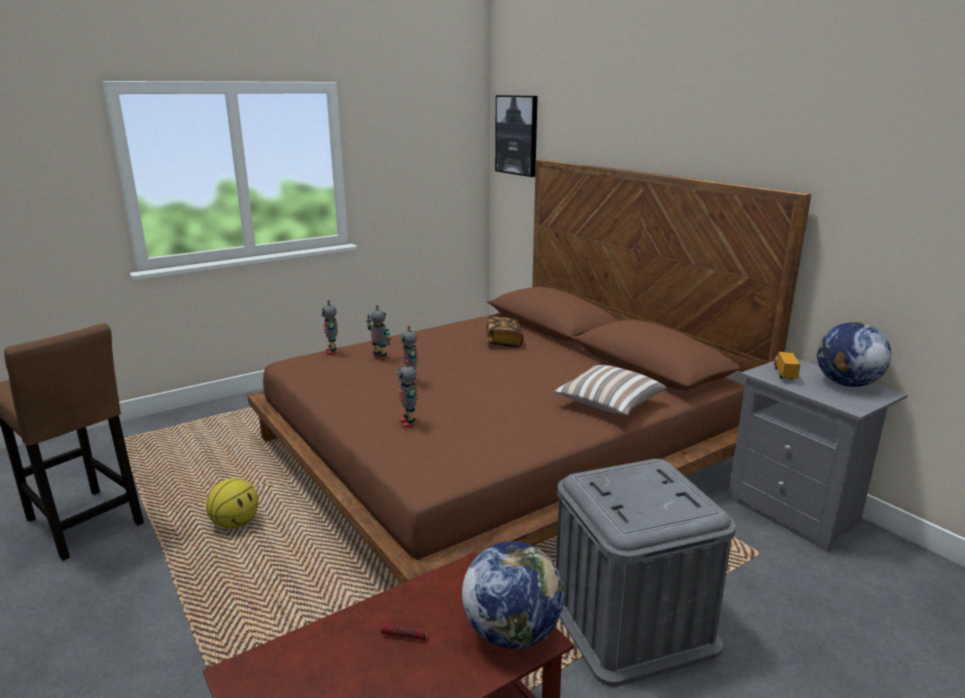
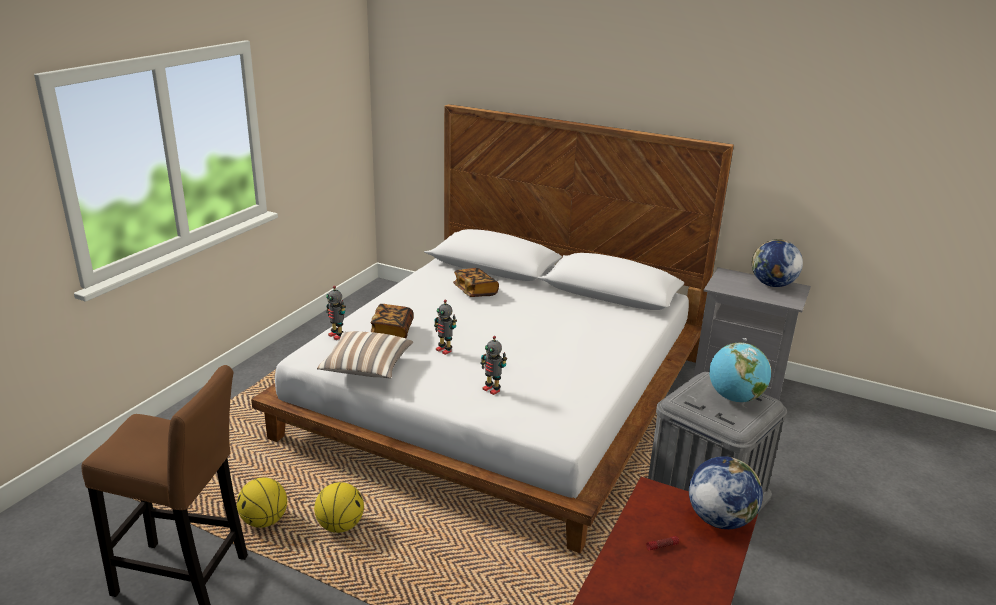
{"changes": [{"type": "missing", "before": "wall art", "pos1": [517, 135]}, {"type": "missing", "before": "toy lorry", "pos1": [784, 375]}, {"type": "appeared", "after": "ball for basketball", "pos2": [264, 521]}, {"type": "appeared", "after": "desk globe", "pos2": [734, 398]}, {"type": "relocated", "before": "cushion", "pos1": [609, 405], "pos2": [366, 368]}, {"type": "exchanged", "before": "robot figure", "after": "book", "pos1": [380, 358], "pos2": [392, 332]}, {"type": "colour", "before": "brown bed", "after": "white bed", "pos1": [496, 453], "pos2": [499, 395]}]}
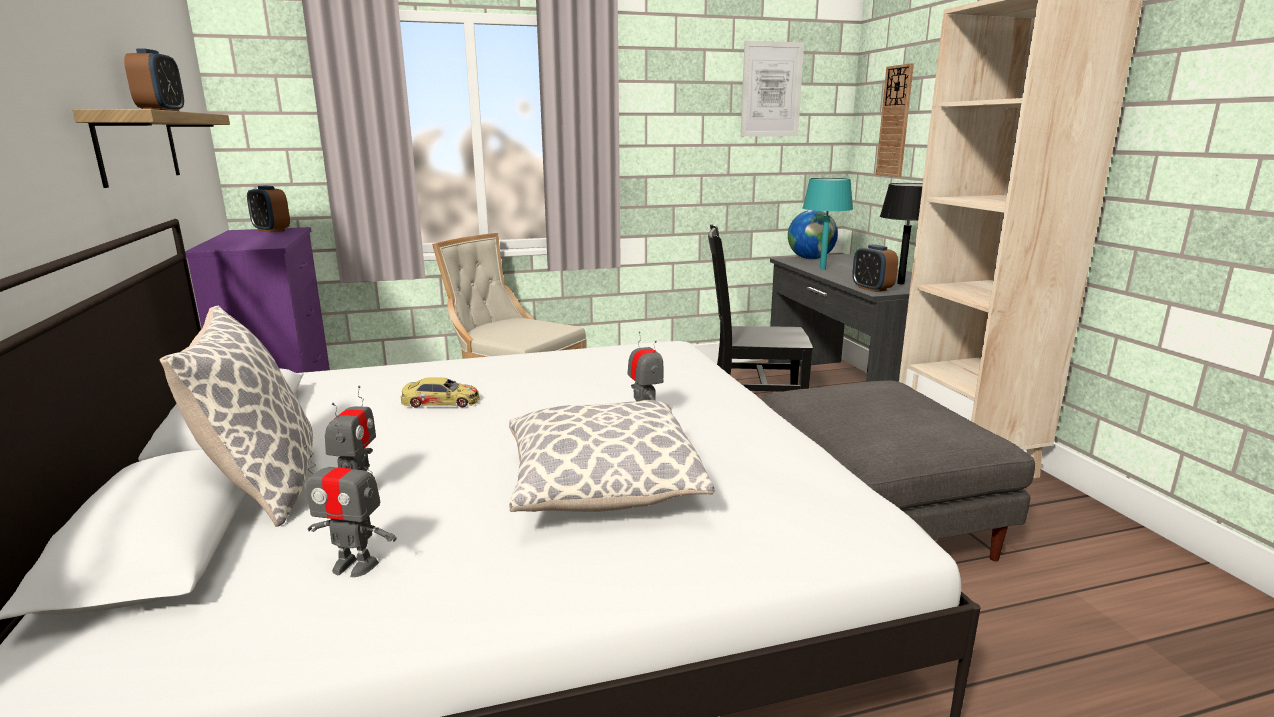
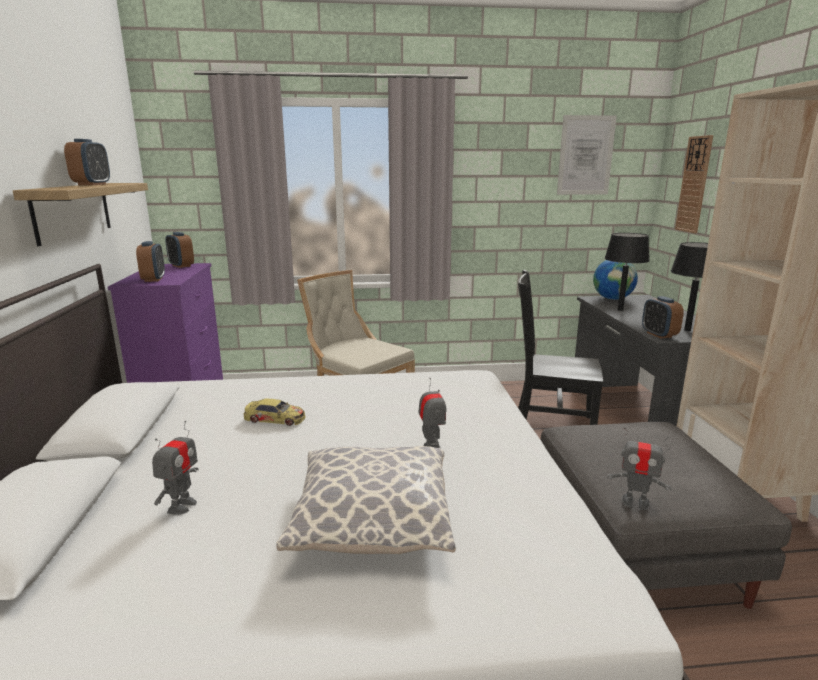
{"changes": [{"type": "missing", "before": "cushion", "pos1": [264, 485]}, {"type": "appeared", "after": "table clock", "pos2": [153, 279]}, {"type": "relocated", "before": "robot figure", "pos1": [354, 565], "pos2": [635, 502]}, {"type": "colour", "before": "turquoise lamp for a table", "after": "black-coloured lamp for a table", "pos1": [822, 268], "pos2": [620, 310]}]}
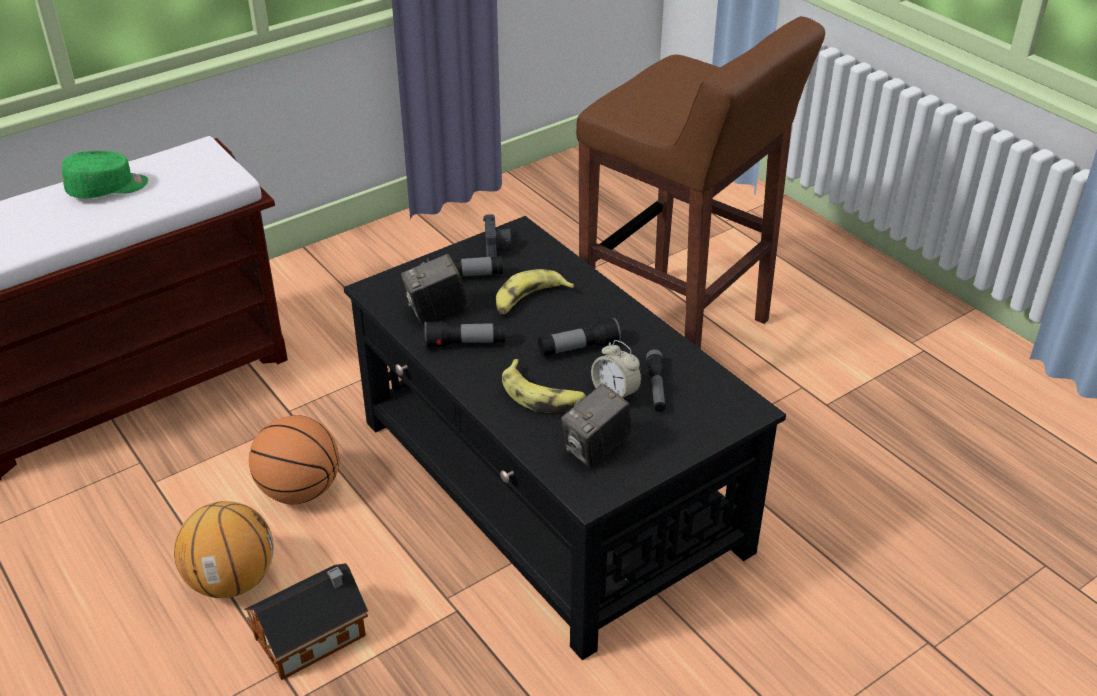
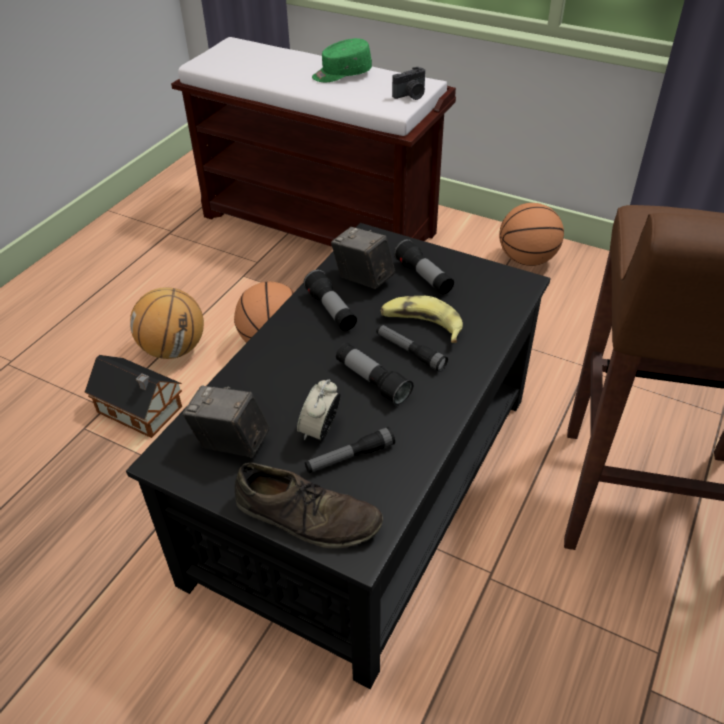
{"changes": [{"type": "missing", "before": "banana", "pos1": [542, 395]}, {"type": "appeared", "after": "brown item of footwear", "pos2": [307, 516]}, {"type": "appeared", "after": "torch", "pos2": [410, 352]}, {"type": "appeared", "after": "ball for basketball", "pos2": [527, 259]}, {"type": "relocated", "before": "photo camera", "pos1": [497, 247], "pos2": [411, 95]}, {"type": "spun", "before": "green-coloured baseball cap", "pos1": [108, 188], "pos2": [341, 74], "turn": 120}]}
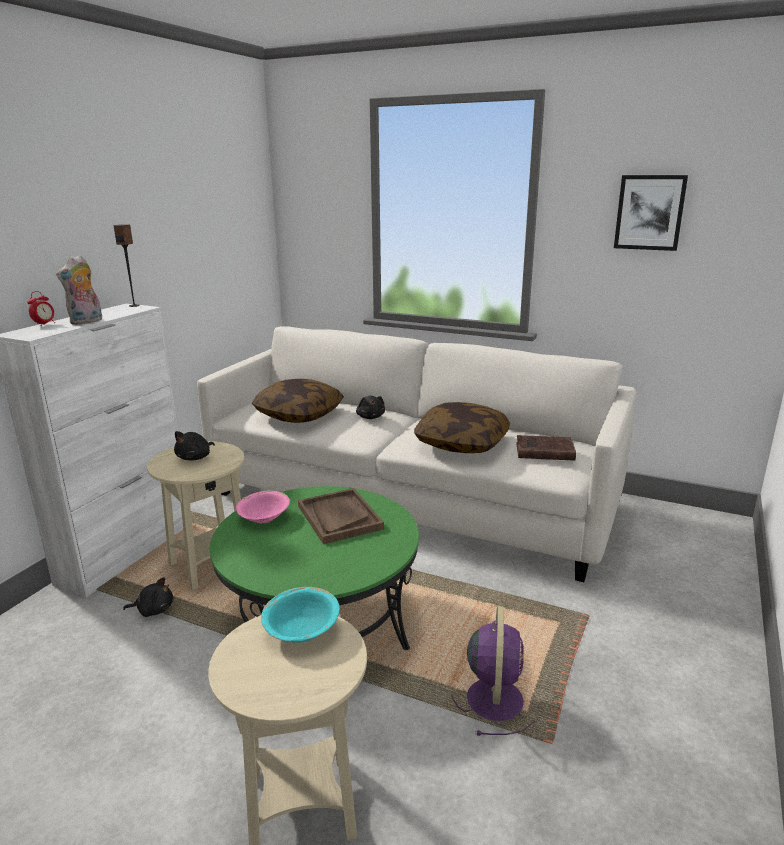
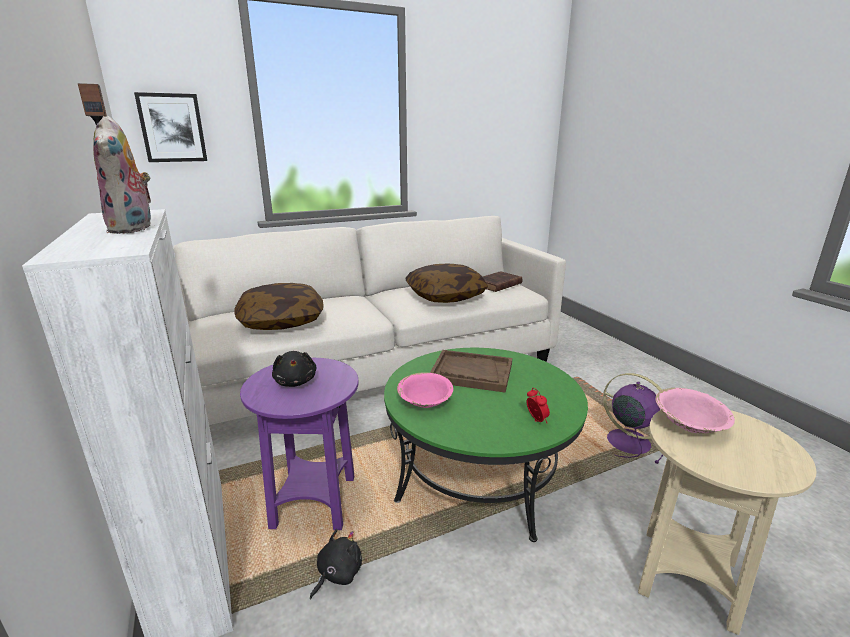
{"changes": [{"type": "missing", "before": "black-coloured soft toy", "pos1": [370, 417]}, {"type": "relocated", "before": "table clock", "pos1": [44, 324], "pos2": [536, 420]}, {"type": "relocated", "before": "wall art", "pos1": [649, 212], "pos2": [172, 128]}, {"type": "colour", "before": "sand-coloured side table", "after": "purple side table", "pos1": [210, 565], "pos2": [314, 502]}, {"type": "colour", "before": "turquoise bowl", "after": "pink bowl", "pos1": [301, 630], "pos2": [689, 425]}]}
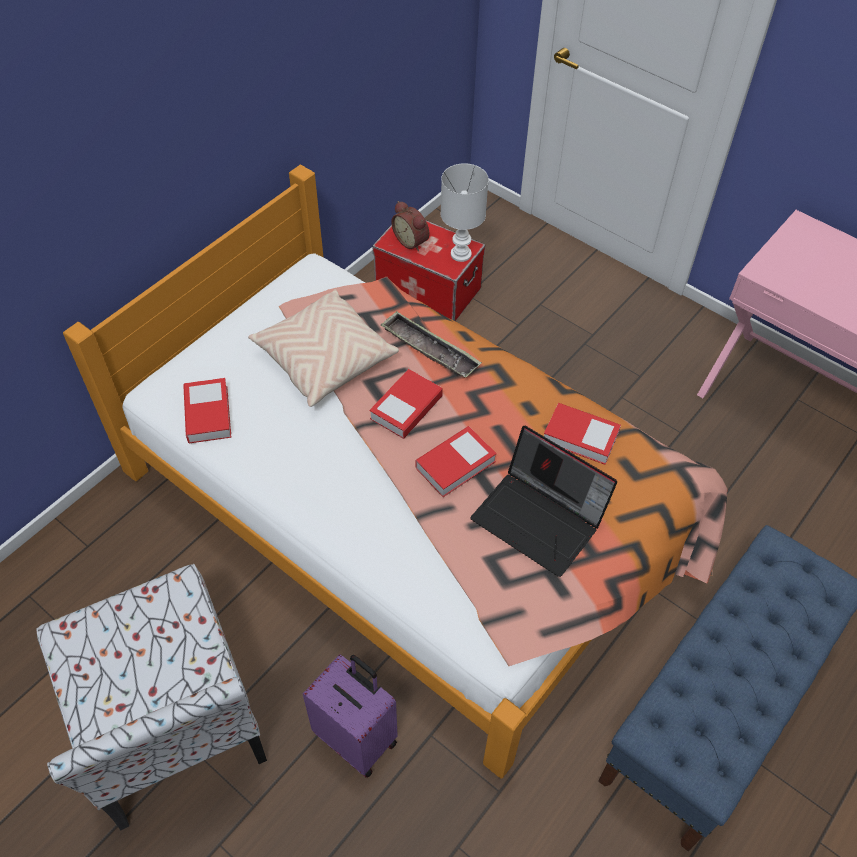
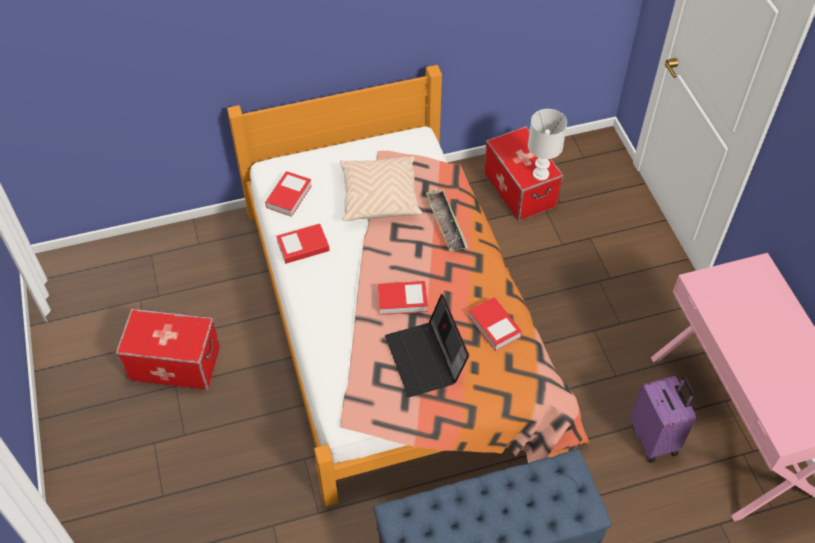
{"changes": [{"type": "missing", "before": "table clock", "pos1": [412, 241]}, {"type": "relocated", "before": "purple travel case", "pos1": [357, 737], "pos2": [654, 438]}, {"type": "relocated", "before": "book", "pos1": [406, 408], "pos2": [303, 246]}, {"type": "exchanged", "before": "chair", "after": "storage container", "pos1": [169, 720], "pos2": [174, 364]}]}
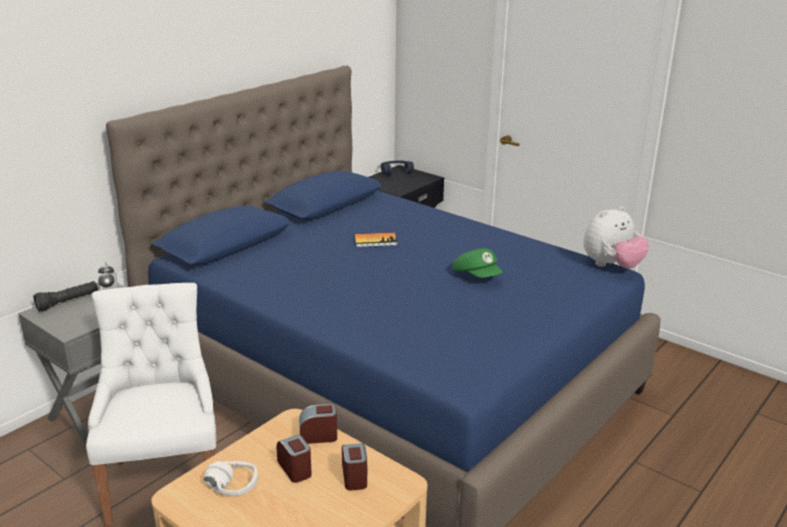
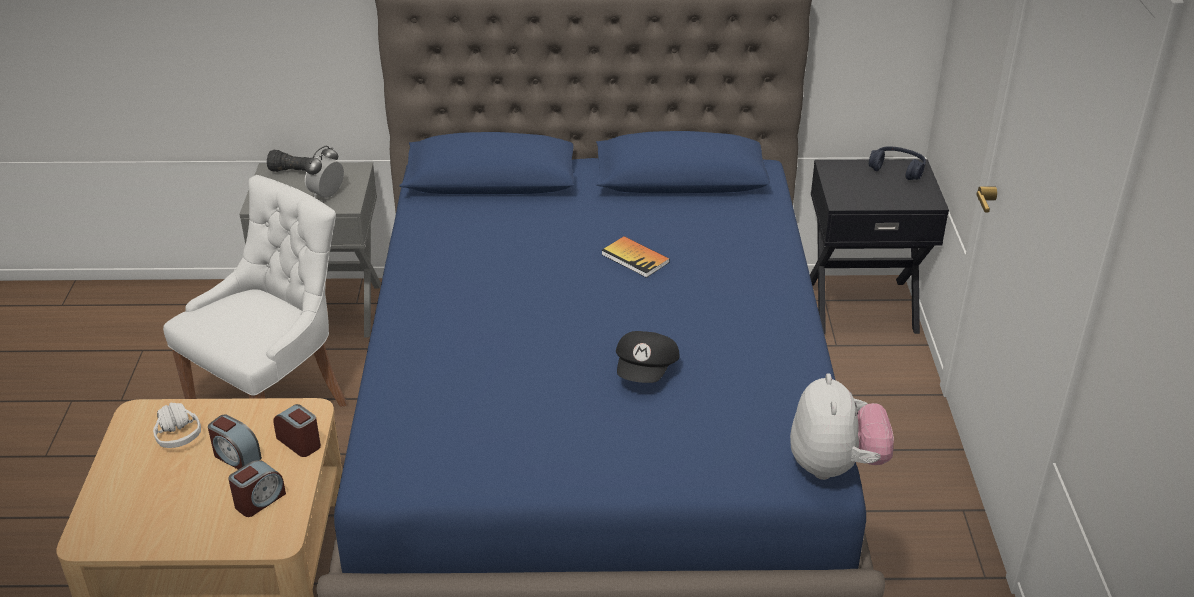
{"changes": [{"type": "colour", "before": "green-coloured baseball cap", "after": "black-coloured baseball cap", "pos1": [477, 276], "pos2": [646, 371]}, {"type": "spun", "before": "table clock", "pos1": [295, 469], "pos2": [236, 457], "turn": 105}, {"type": "spun", "before": "soft toy", "pos1": [611, 266], "pos2": [835, 466], "turn": -105}]}
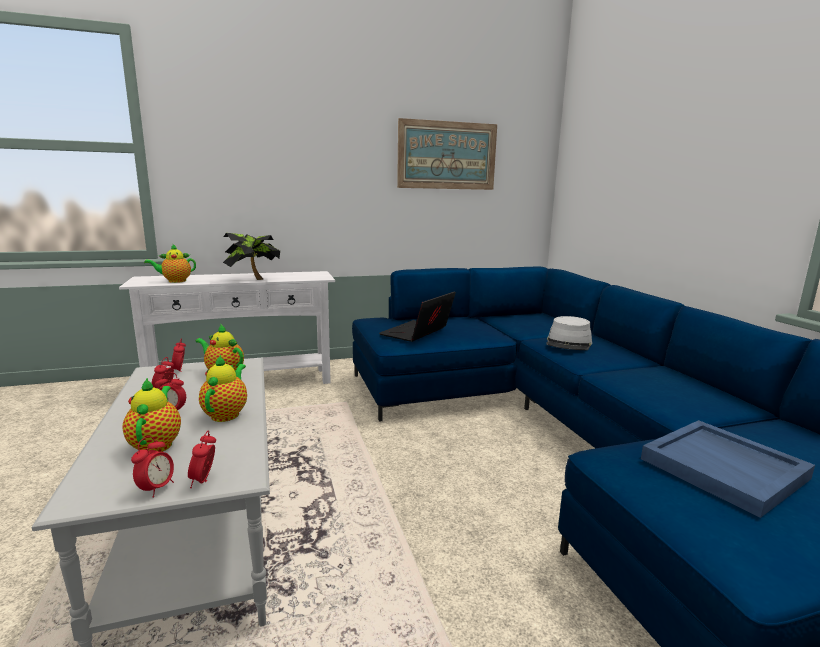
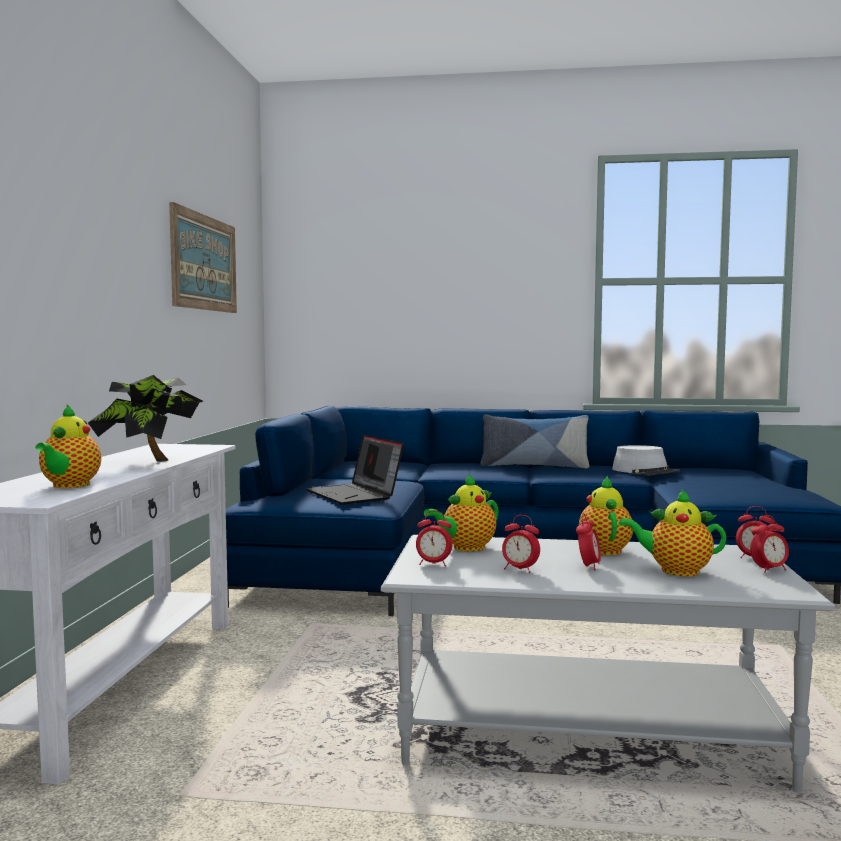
{"changes": [{"type": "missing", "before": "blue carrying tray", "pos1": [725, 468]}, {"type": "appeared", "after": "cushion", "pos2": [534, 466]}, {"type": "relocated", "before": "grey wearable hat", "pos1": [569, 343], "pos2": [645, 471]}, {"type": "spun", "before": "table clock", "pos1": [156, 489], "pos2": [768, 570], "turn": 120}, {"type": "spun", "before": "teapot", "pos1": [227, 414], "pos2": [604, 550], "turn": 60}]}
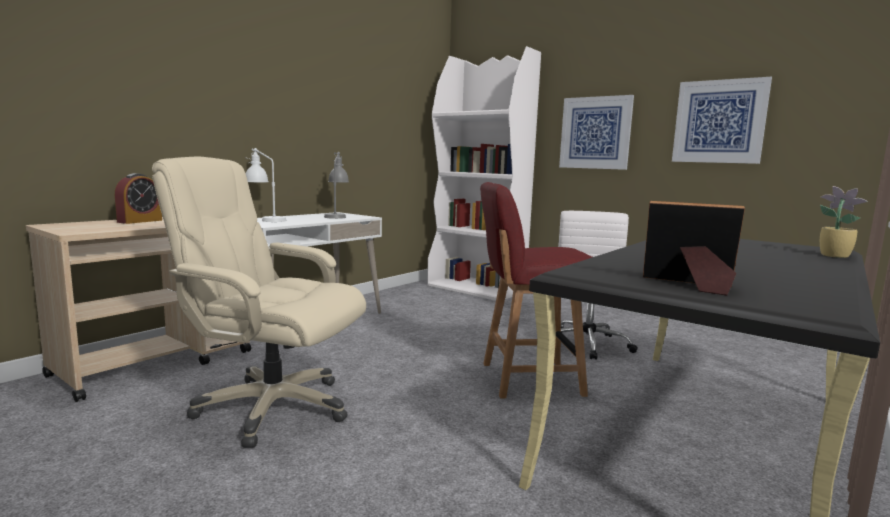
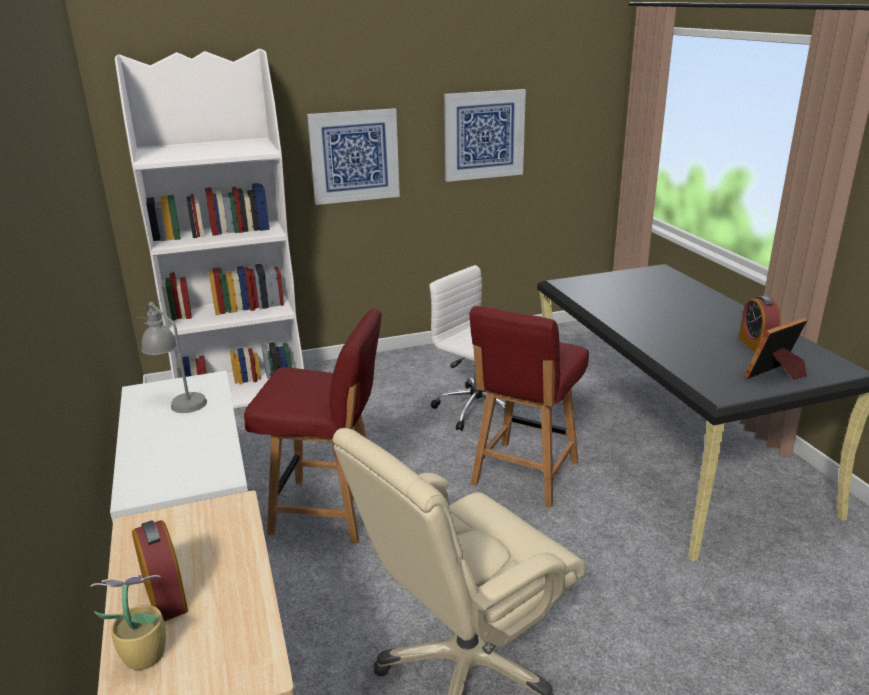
{"changes": [{"type": "missing", "before": "white lamp for a table", "pos1": [265, 220]}, {"type": "appeared", "after": "red-coloured chair", "pos2": [328, 510]}, {"type": "appeared", "after": "table clock", "pos2": [756, 345]}, {"type": "relocated", "before": "potted plant", "pos1": [833, 255], "pos2": [143, 655]}]}
